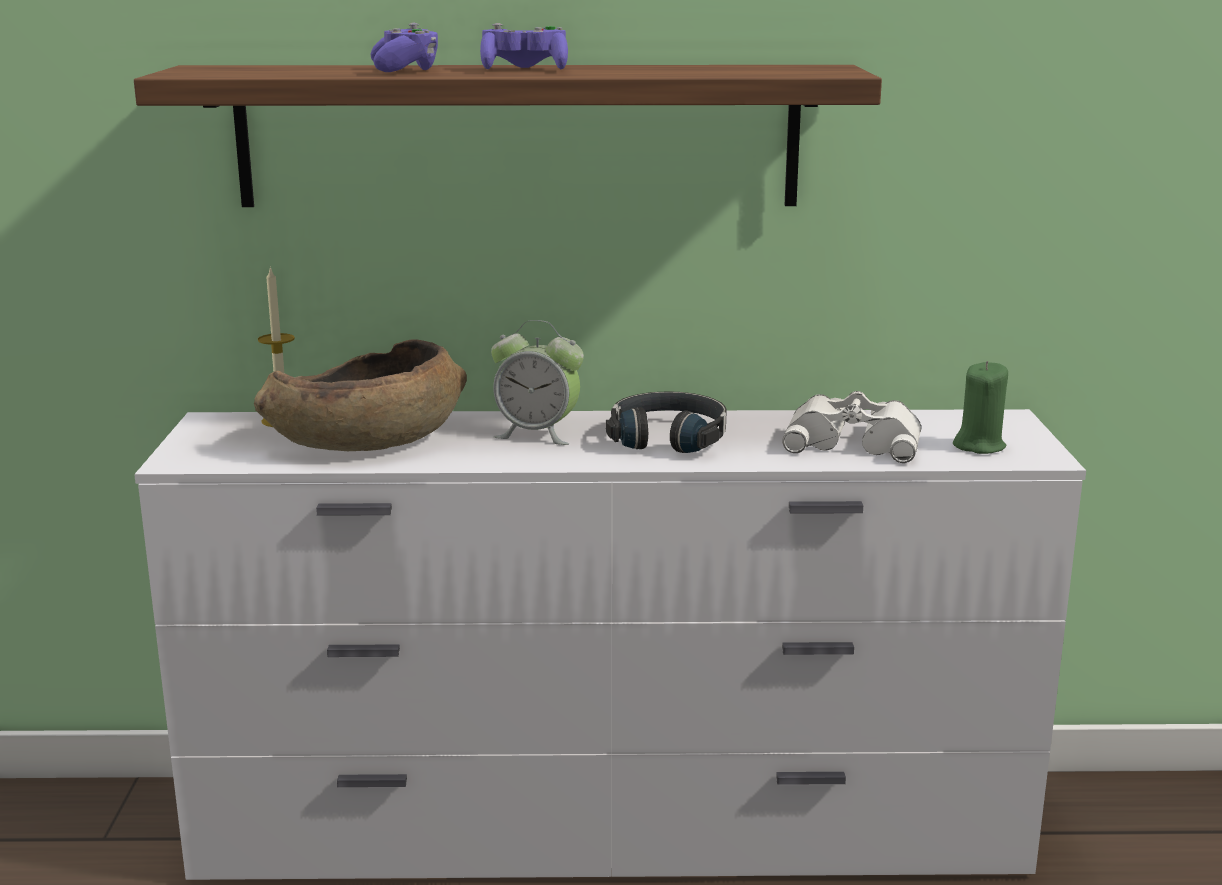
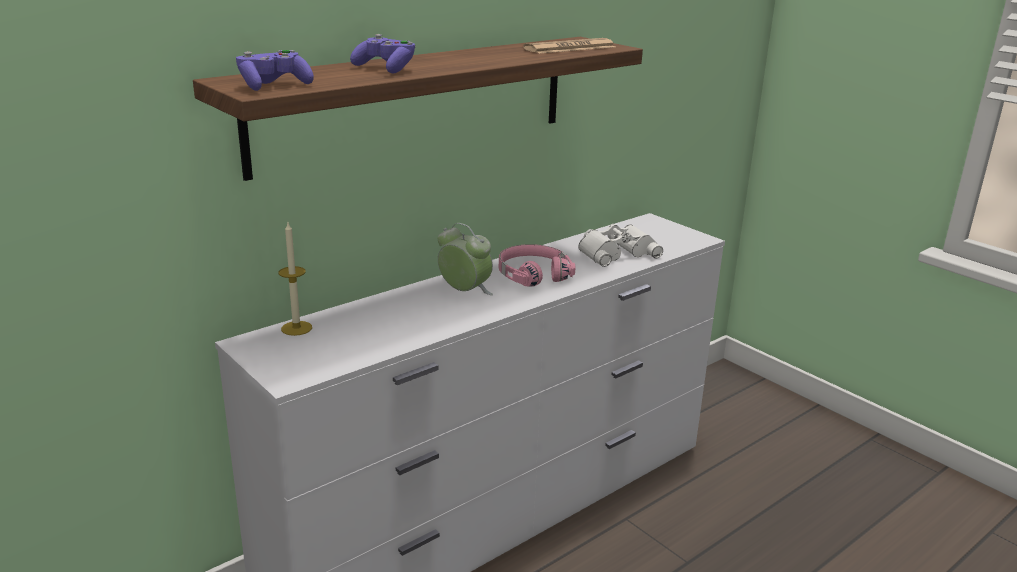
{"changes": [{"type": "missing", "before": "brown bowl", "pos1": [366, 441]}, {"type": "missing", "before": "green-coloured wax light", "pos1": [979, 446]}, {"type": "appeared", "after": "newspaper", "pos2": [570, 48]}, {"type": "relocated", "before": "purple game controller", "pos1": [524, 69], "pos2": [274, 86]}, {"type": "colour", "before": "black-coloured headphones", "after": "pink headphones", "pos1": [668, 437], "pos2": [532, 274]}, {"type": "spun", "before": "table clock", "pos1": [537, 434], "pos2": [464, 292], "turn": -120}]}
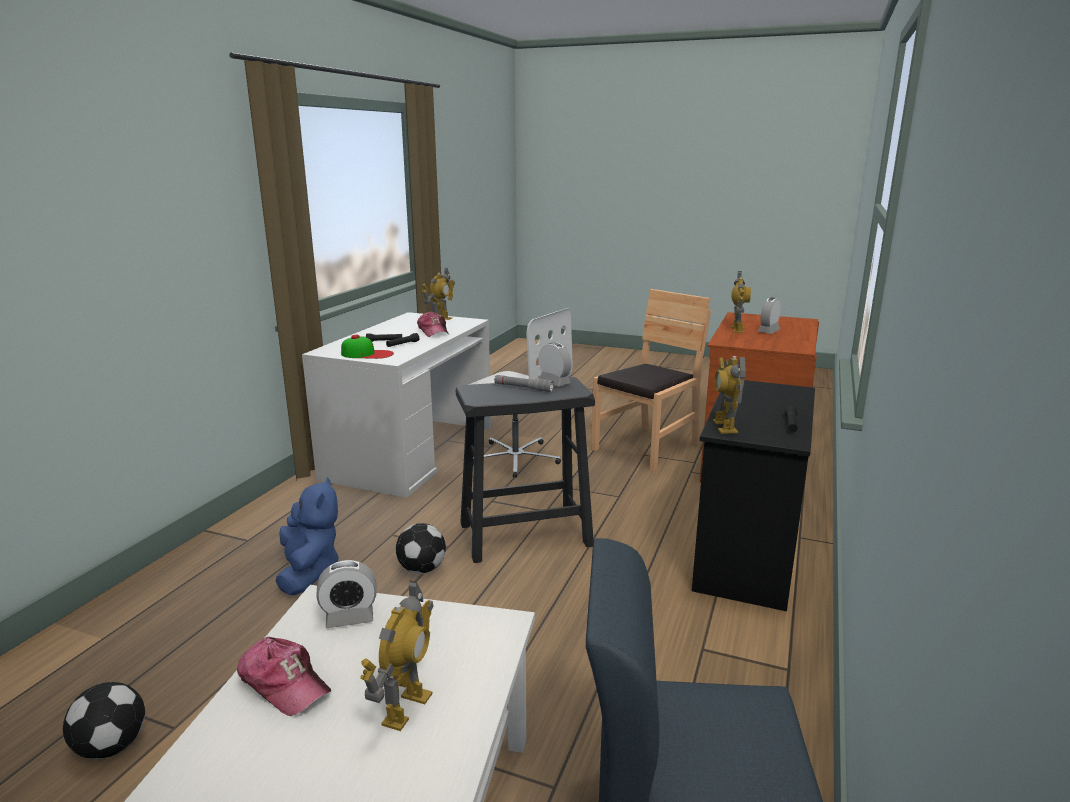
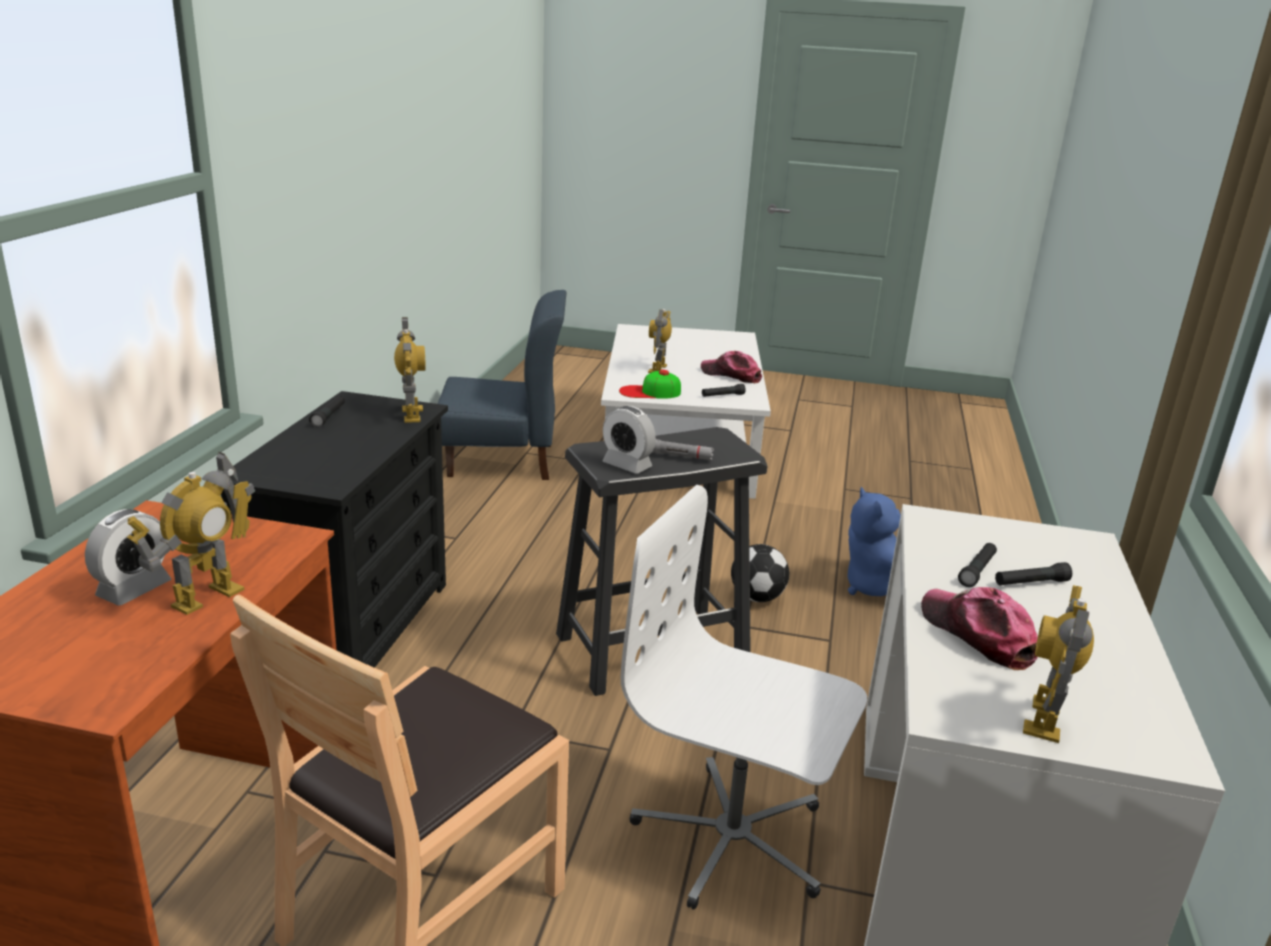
{"changes": [{"type": "missing", "before": "football ball", "pos1": [110, 747]}, {"type": "relocated", "before": "baseball cap", "pos1": [367, 354], "pos2": [649, 392]}, {"type": "exchanged", "before": "table clock", "after": "black-coloured torch", "pos1": [349, 618], "pos2": [722, 396]}, {"type": "spun", "before": "robot figure", "pos1": [737, 329], "pos2": [207, 597], "turn": -150}]}
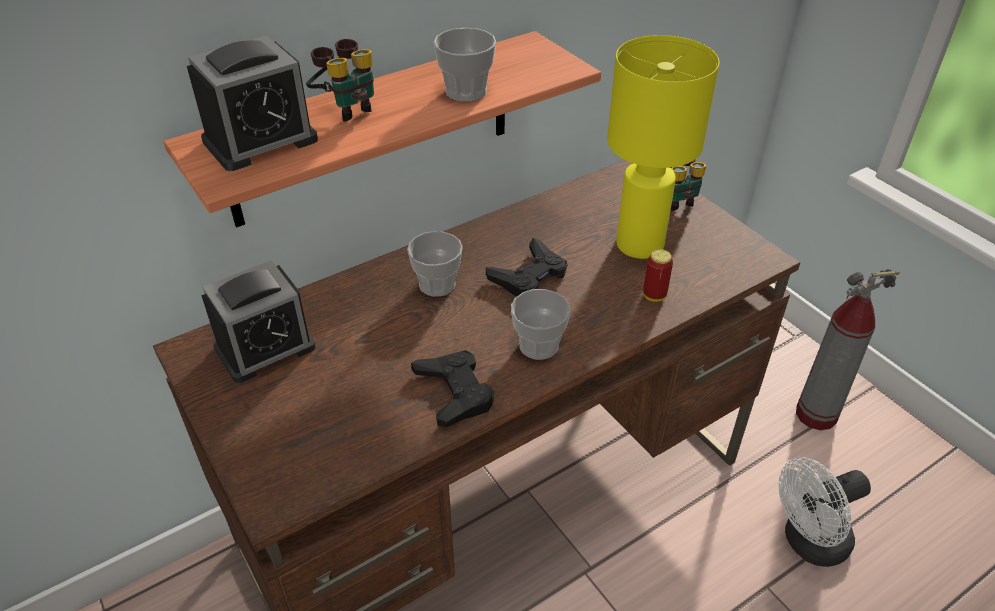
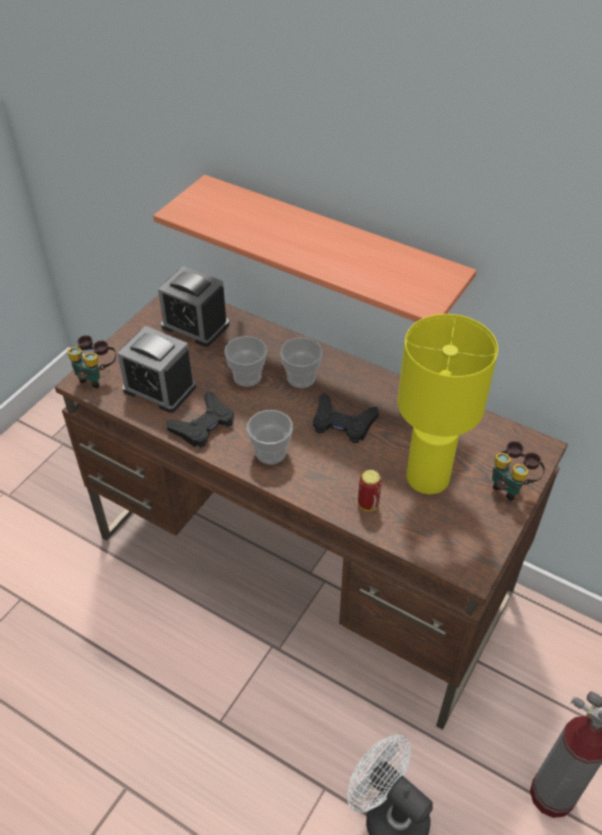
{"changes": [{"type": "relocated", "before": "table clock", "pos1": [260, 141], "pos2": [159, 388]}, {"type": "relocated", "before": "field glasses", "pos1": [347, 108], "pos2": [96, 376]}, {"type": "relocated", "before": "cup", "pos1": [466, 91], "pos2": [247, 377]}]}
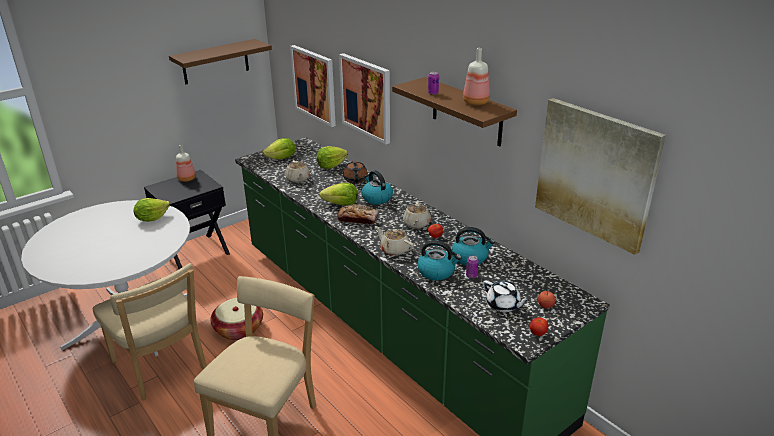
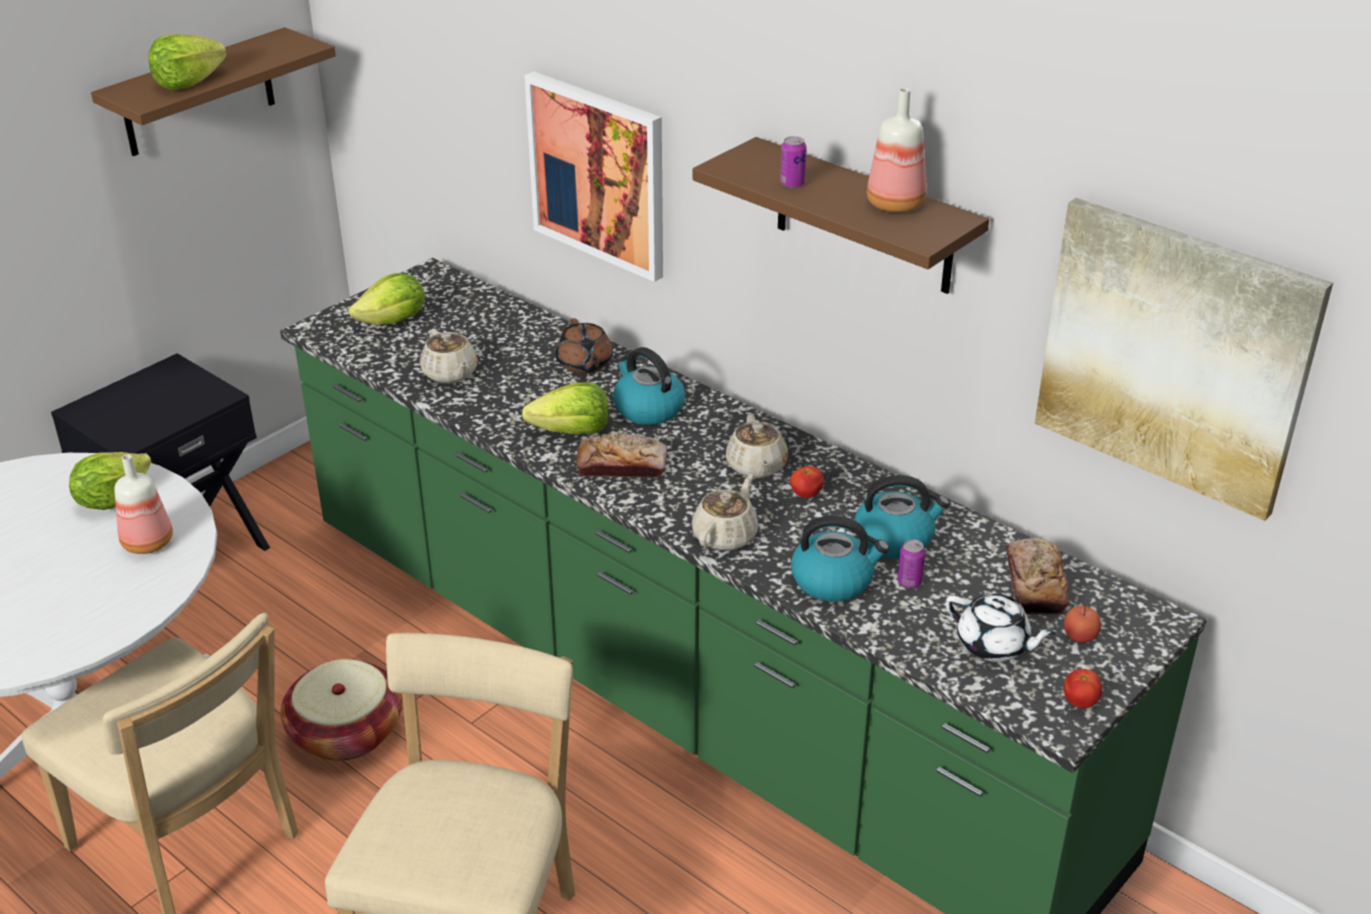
{"changes": [{"type": "missing", "before": "wall art", "pos1": [314, 85]}, {"type": "appeared", "after": "bakery bread", "pos2": [1035, 584]}, {"type": "relocated", "before": "beverage bottle", "pos1": [186, 179], "pos2": [146, 542]}, {"type": "relocated", "before": "lettuce head", "pos1": [331, 166], "pos2": [188, 83]}, {"type": "spun", "before": "sand-coloured teapot", "pos1": [394, 249], "pos2": [726, 535], "turn": 90}]}
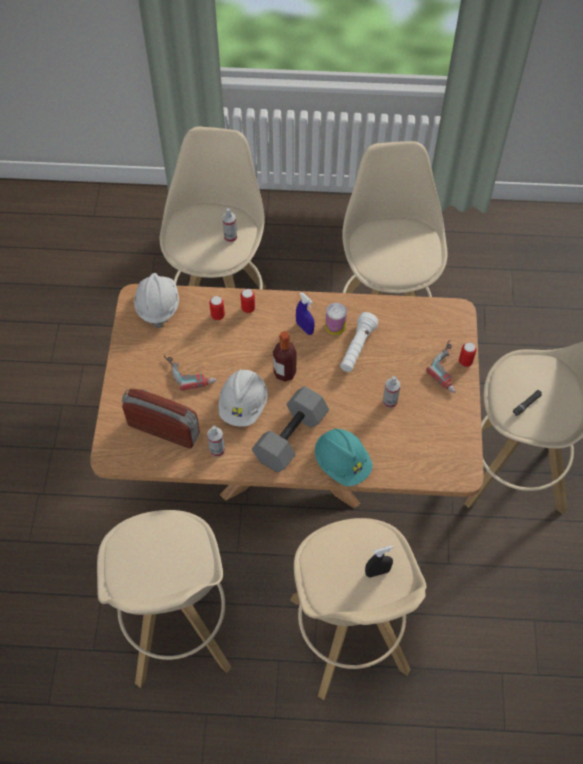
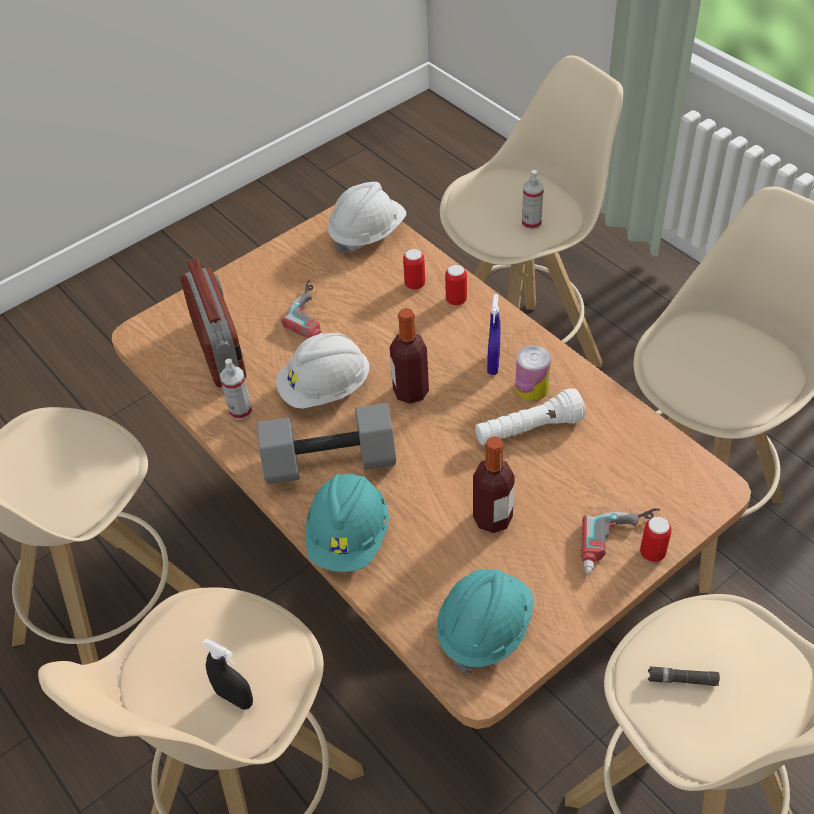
{"changes": [{"type": "appeared", "after": "turquoise work helmet", "pos2": [484, 628]}, {"type": "exchanged", "before": "sprayer", "after": "beverage bottle", "pos1": [389, 401], "pos2": [492, 518]}]}
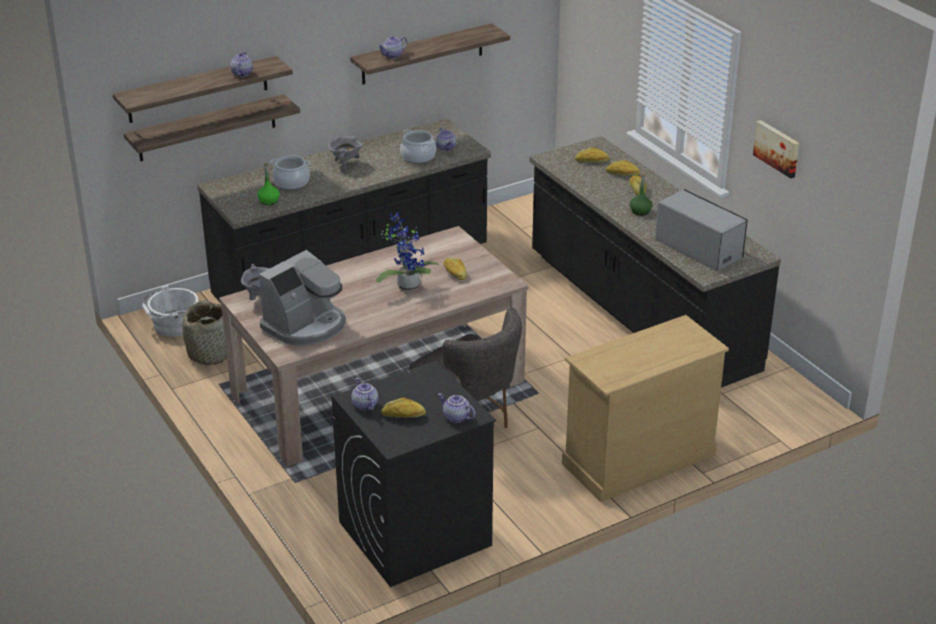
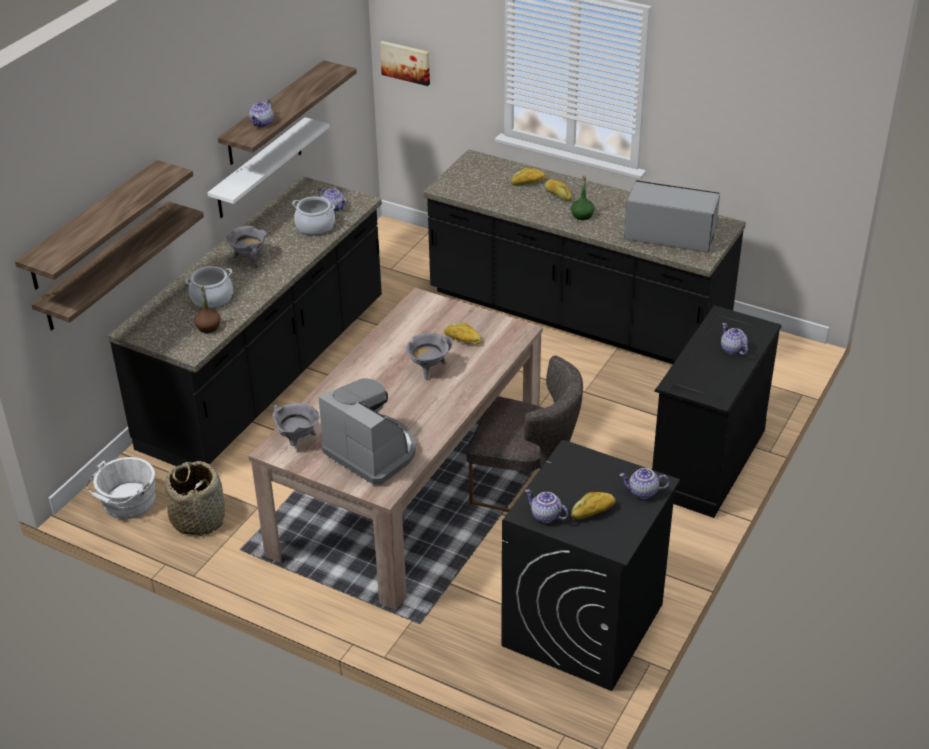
{"changes": [{"type": "missing", "before": "bakery bread", "pos1": [592, 161]}, {"type": "appeared", "after": "white shelf", "pos2": [259, 169]}, {"type": "relocated", "before": "teapot", "pos1": [242, 73], "pos2": [732, 349]}, {"type": "relocated", "before": "wall art", "pos1": [777, 148], "pos2": [406, 62]}, {"type": "exchanged", "before": "potted plant", "after": "grey cooking pot", "pos1": [406, 285], "pos2": [428, 369]}, {"type": "colour", "before": "green-coloured beverage bottle", "after": "brown beverage bottle", "pos1": [268, 201], "pos2": [208, 327]}, {"type": "colour", "before": "sand-coloured dresser", "after": "black-coloured dresser", "pos1": [638, 459], "pos2": [706, 461]}, {"type": "spun", "before": "coffee machine", "pos1": [305, 325], "pos2": [372, 452], "turn": -60}]}
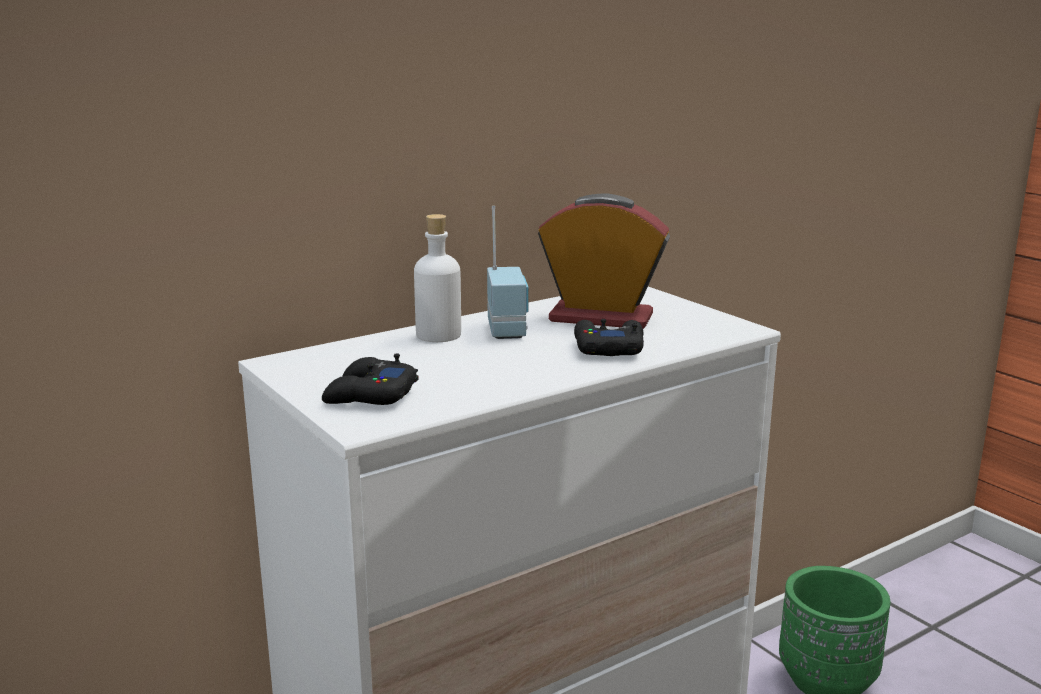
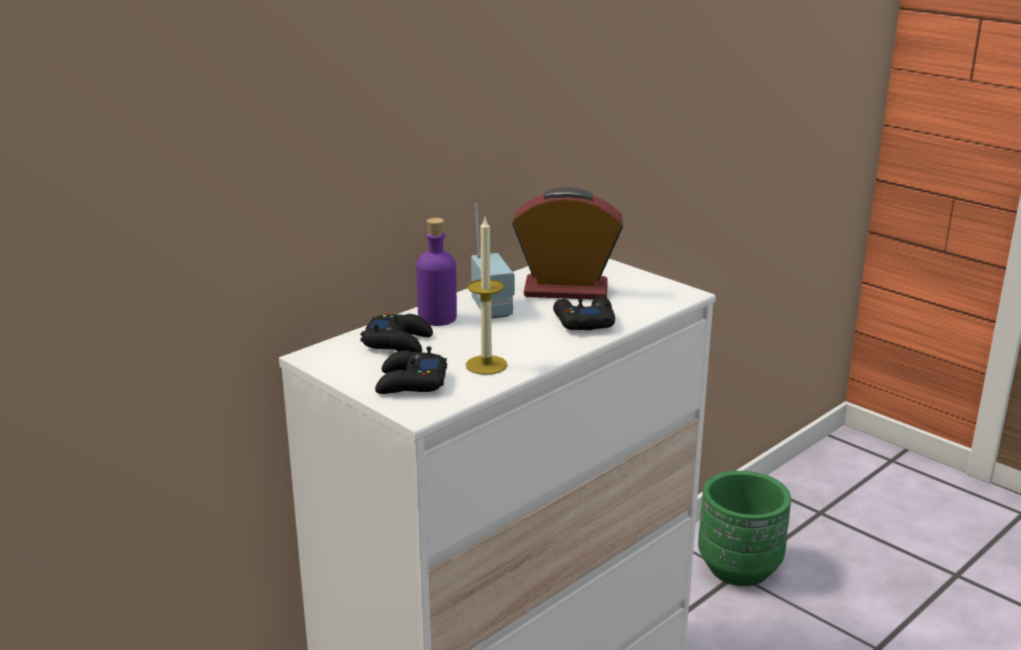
{"changes": [{"type": "appeared", "after": "black-coloured game controller", "pos2": [398, 342]}, {"type": "appeared", "after": "wax light", "pos2": [486, 365]}, {"type": "colour", "before": "white beverage bottle", "after": "purple beverage bottle", "pos1": [438, 335], "pos2": [437, 318]}]}
